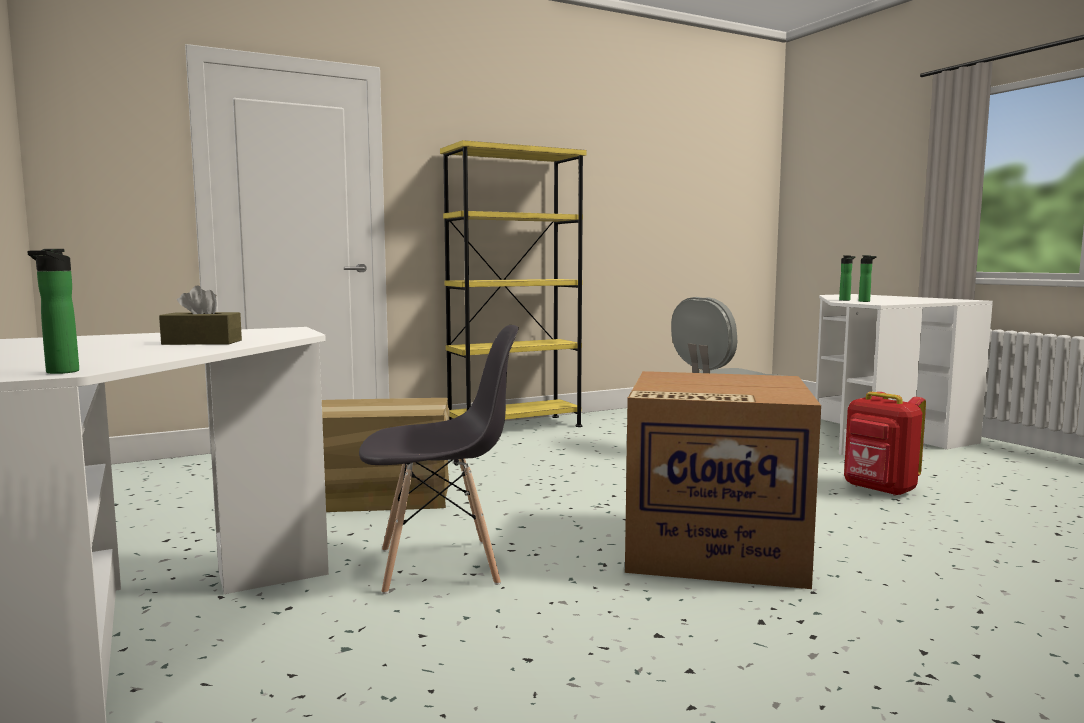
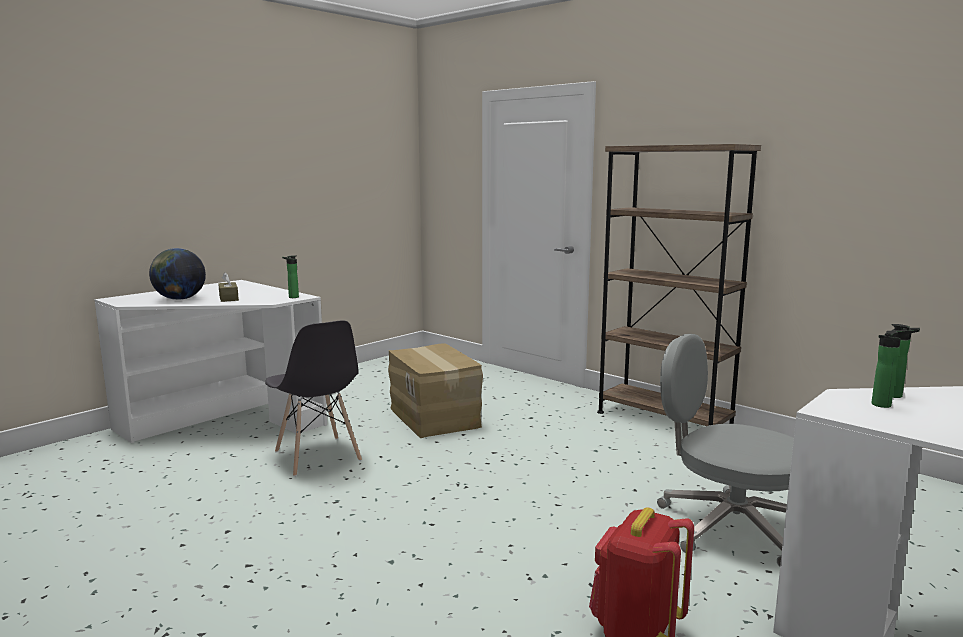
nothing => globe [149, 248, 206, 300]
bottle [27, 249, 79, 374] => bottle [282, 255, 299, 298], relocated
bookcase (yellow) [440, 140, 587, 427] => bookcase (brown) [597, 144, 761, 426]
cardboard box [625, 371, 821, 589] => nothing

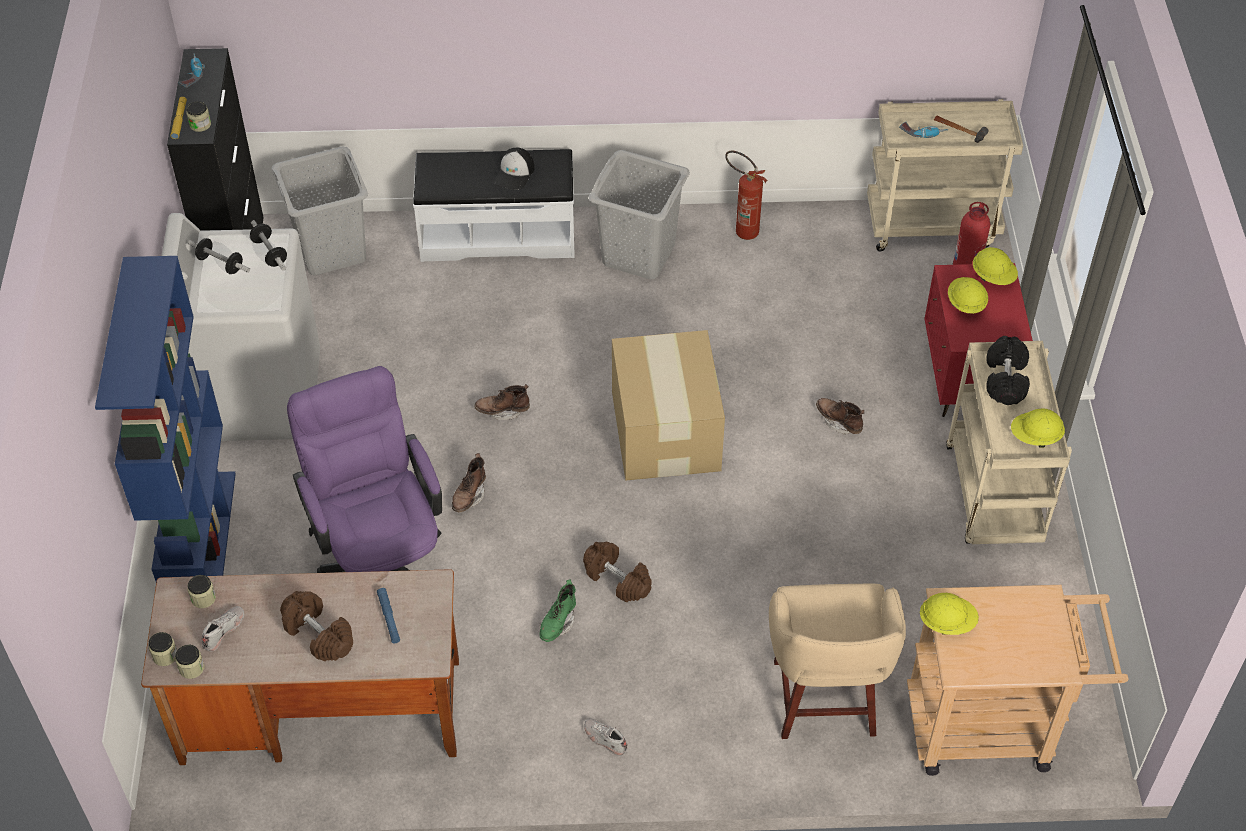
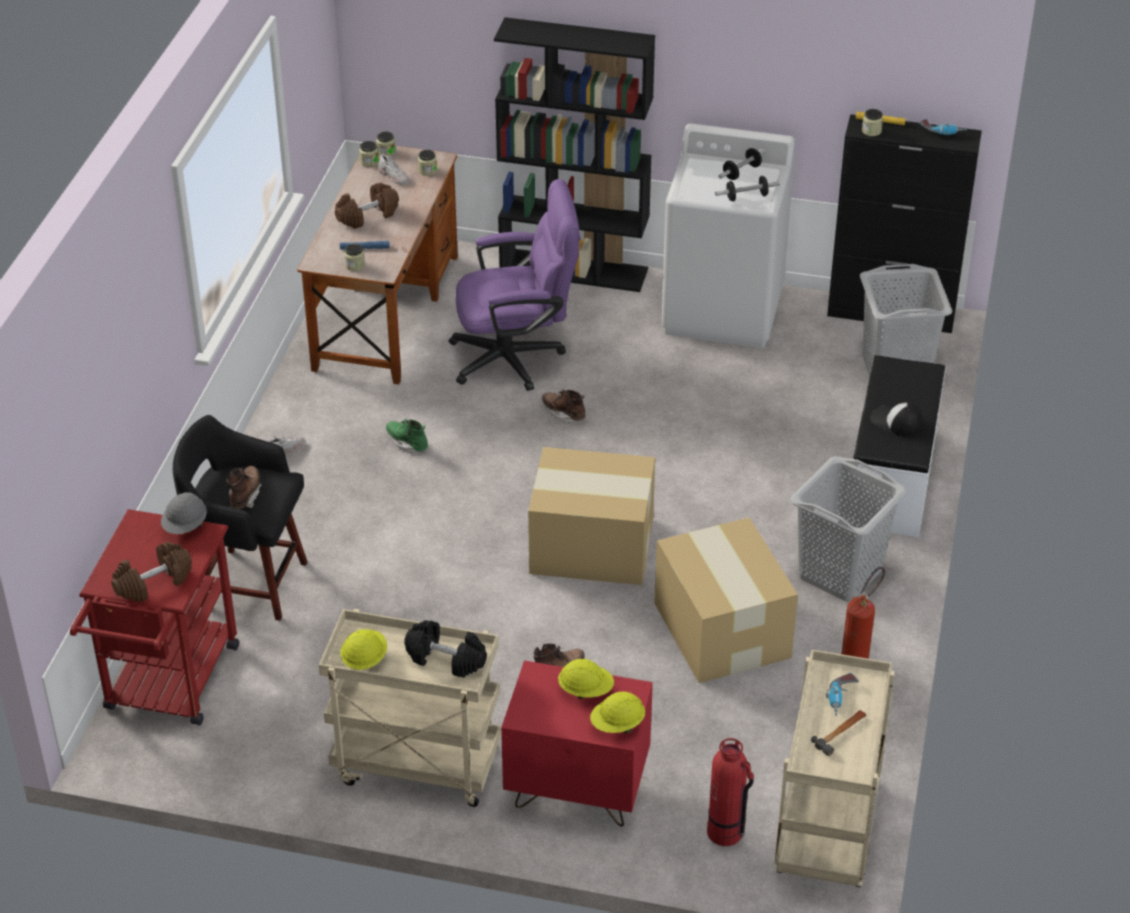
cart (beige) [907, 585, 1128, 776] => cart (red) [70, 509, 239, 725]
dumbbell (brown) [583, 542, 652, 602] => dumbbell (brown) [111, 542, 192, 602], relocated
hard hat (yellow) [920, 593, 979, 635] => hard hat (grey) [161, 492, 207, 534]
stool (beige) [769, 584, 906, 739] => stool (black) [173, 415, 307, 621]
boot (brown) [475, 384, 530, 420] => boot (brown) [226, 466, 262, 509], relocated
nothing => jar [344, 244, 365, 271]
bookcase (blue) [95, 256, 236, 581] => bookcase (black) [494, 17, 655, 292]
nothing => cardboard box [654, 517, 798, 683]

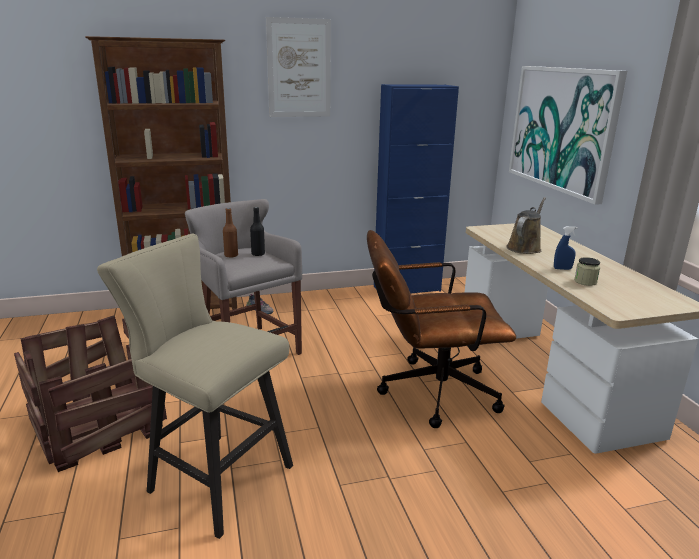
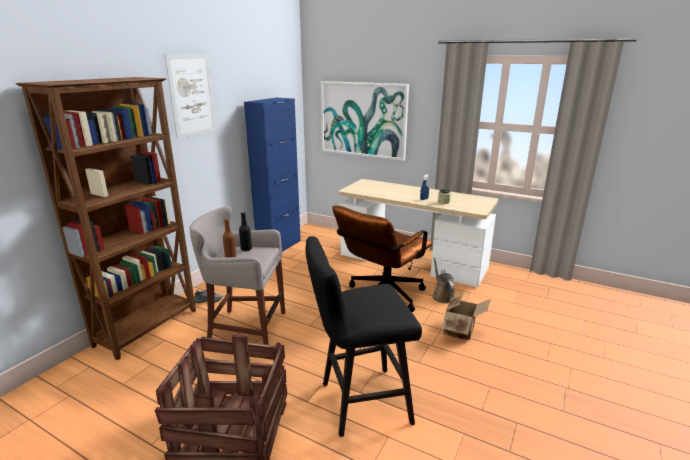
stool (beige) [97, 234, 293, 539] => stool (black) [306, 236, 422, 437]
watering can (brown) [506, 197, 546, 254] => watering can (brown) [432, 258, 455, 303], relocated
nothing => cardboard box [442, 293, 491, 340]

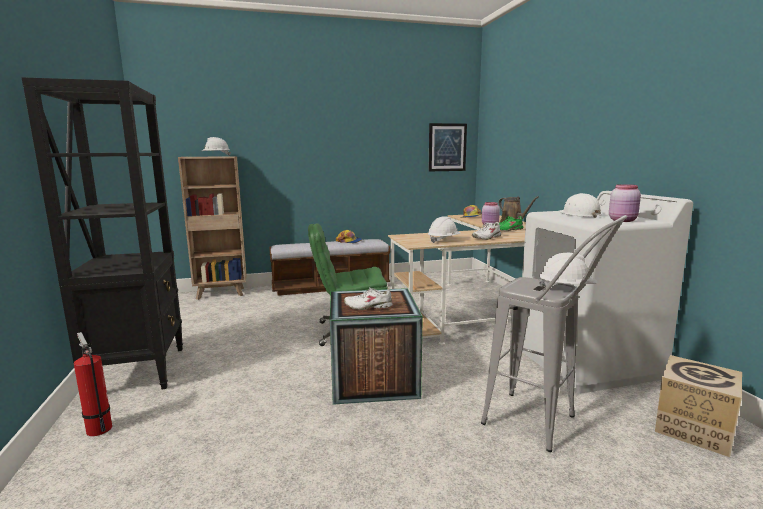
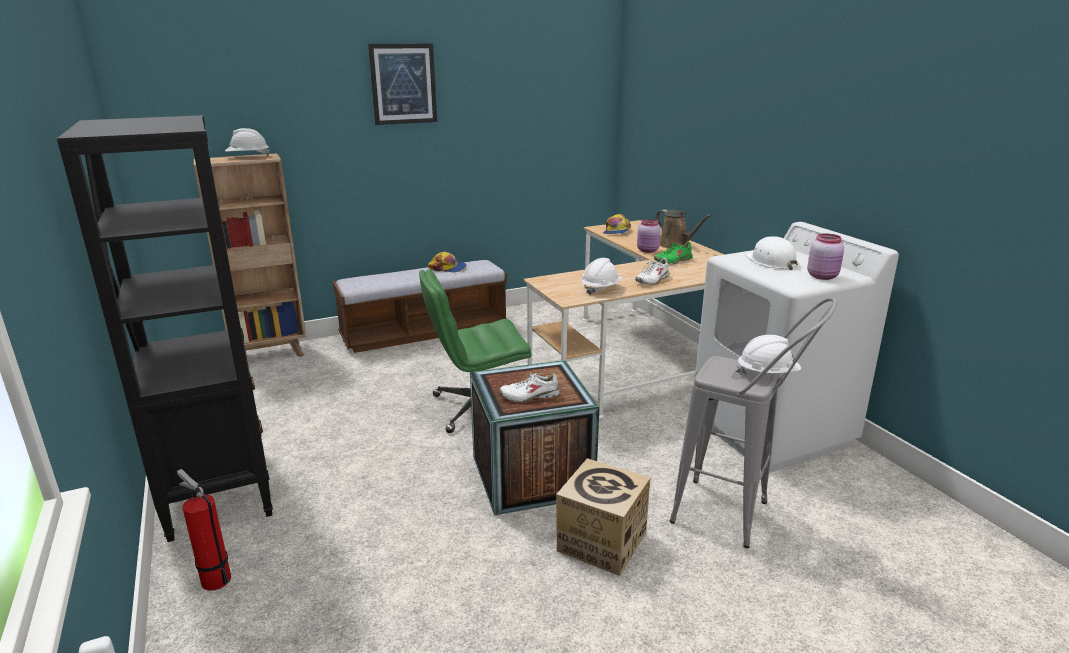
picture [428, 123, 467, 171] => picture [368, 43, 437, 125], relocated
cardboard box [655, 355, 742, 457] => cardboard box [556, 458, 650, 576], relocated

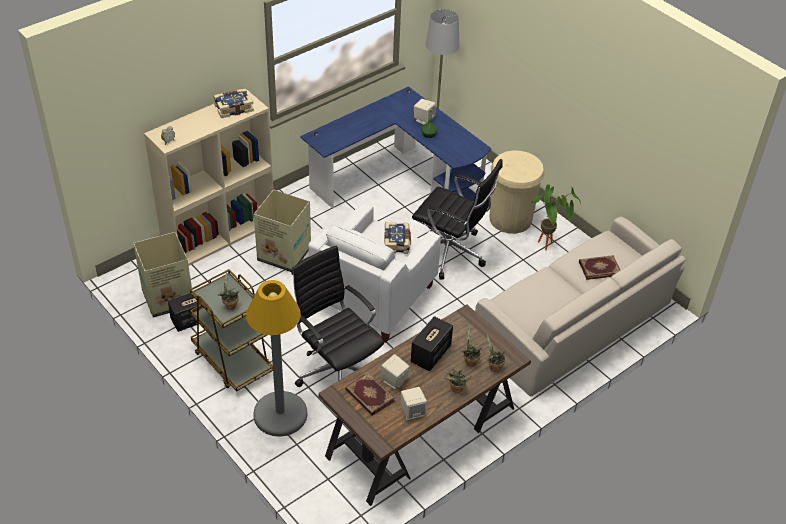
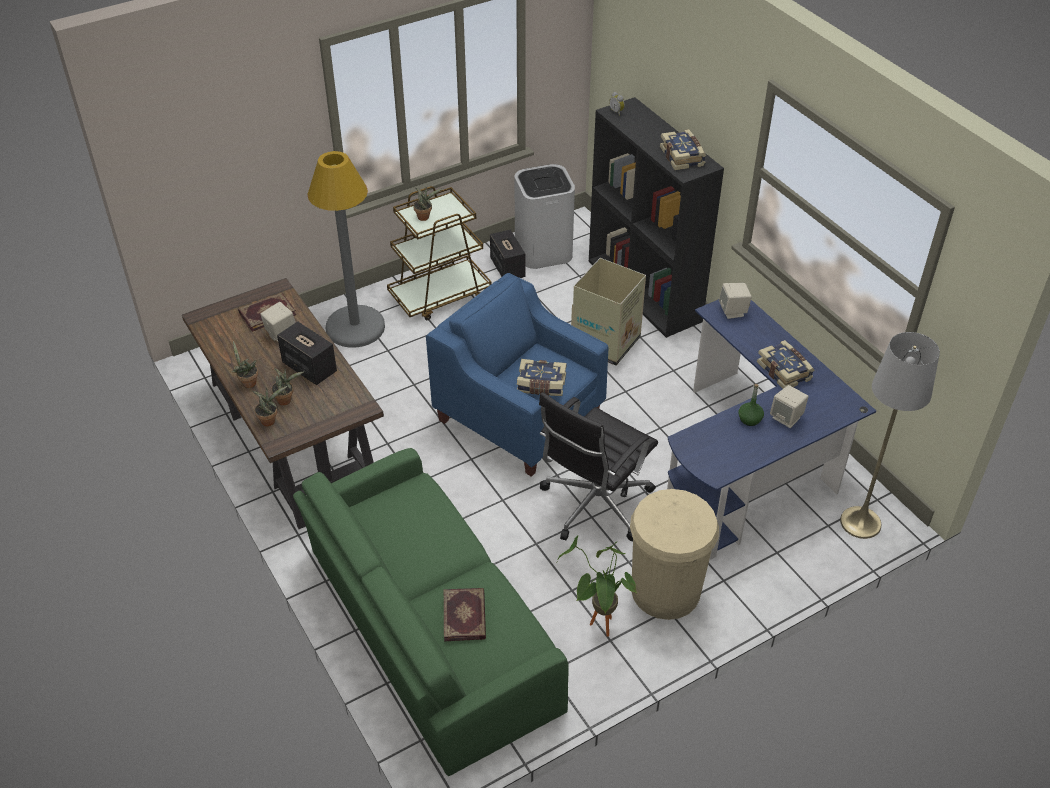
sofa (beige) [475, 217, 686, 397] => sofa (green) [293, 448, 568, 776]
armchair (white) [308, 202, 441, 342] => armchair (blue) [426, 273, 608, 477]
cardboard box [133, 232, 192, 318] => trash can (white) [514, 164, 575, 269]
bookcase (beige) [144, 90, 273, 266] => bookcase (black) [589, 97, 724, 338]
speaker (beige) [401, 387, 427, 420] => speaker (beige) [719, 283, 752, 319], relocated
nothing => book [757, 340, 814, 389]
office chair (black) [292, 246, 384, 387] => nothing

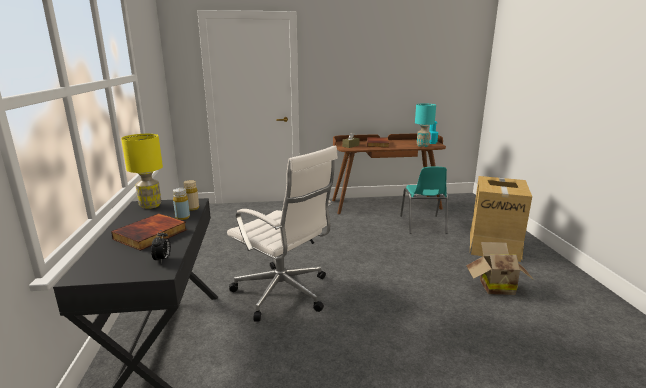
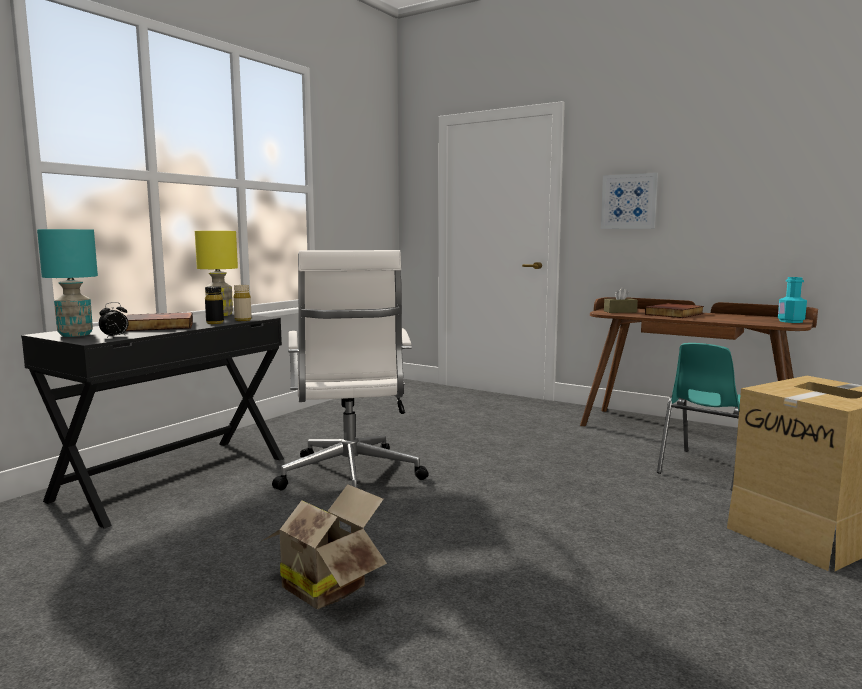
table lamp (turquoise) [415, 103, 436, 147] => table lamp (turquoise) [37, 229, 98, 337], relocated
bottle (yellow) [173, 188, 190, 220] => bottle (black) [205, 286, 224, 324]
cardboard box [466, 242, 535, 295] => cardboard box [262, 484, 387, 609], relocated
nothing => picture [601, 173, 658, 229]

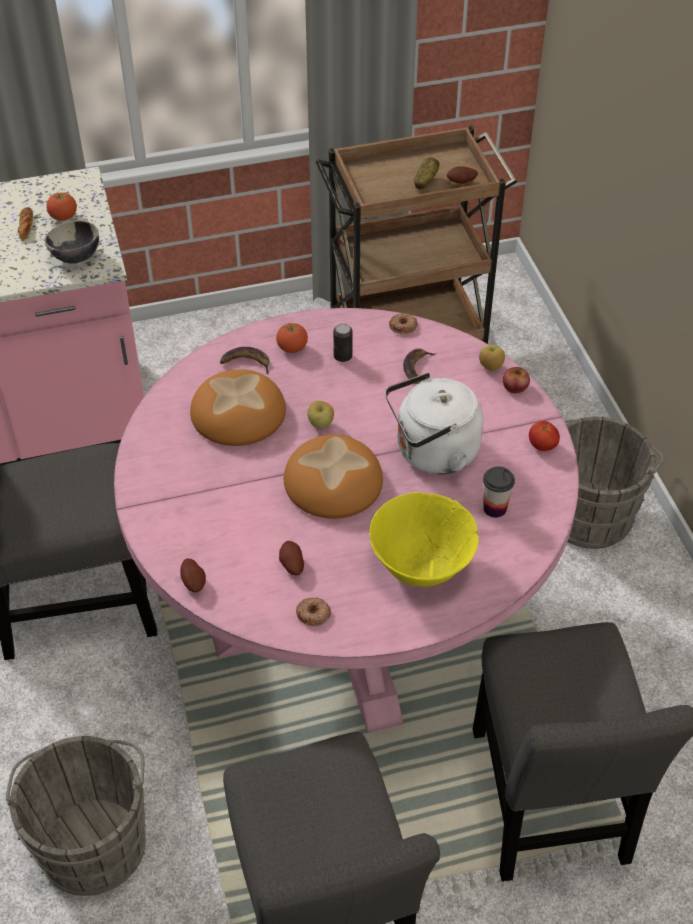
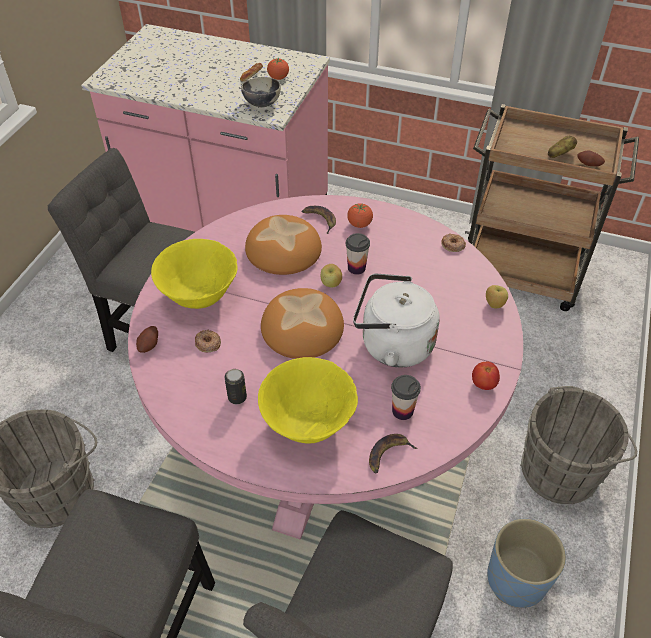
nothing => bowl (yellow) [151, 239, 238, 309]
donut [296, 597, 331, 627] => donut [195, 330, 221, 352], relocated
can [333, 324, 353, 362] => can [225, 369, 247, 404], relocated
nothing => cup [346, 233, 370, 275]
banana [403, 348, 436, 384] => banana [369, 434, 418, 473], relocated
nothing => planter (blue) [487, 519, 566, 608]
potato [279, 541, 304, 575] => nothing
apple [503, 367, 530, 394] => nothing

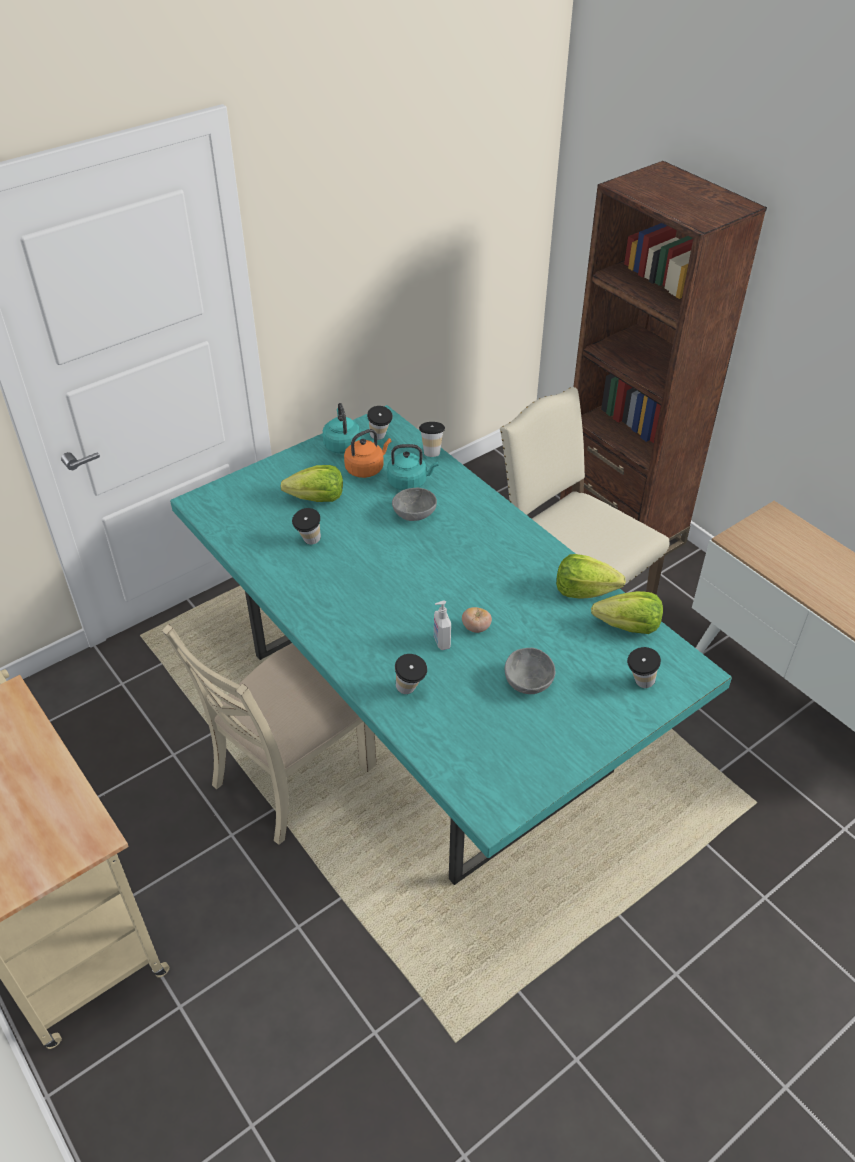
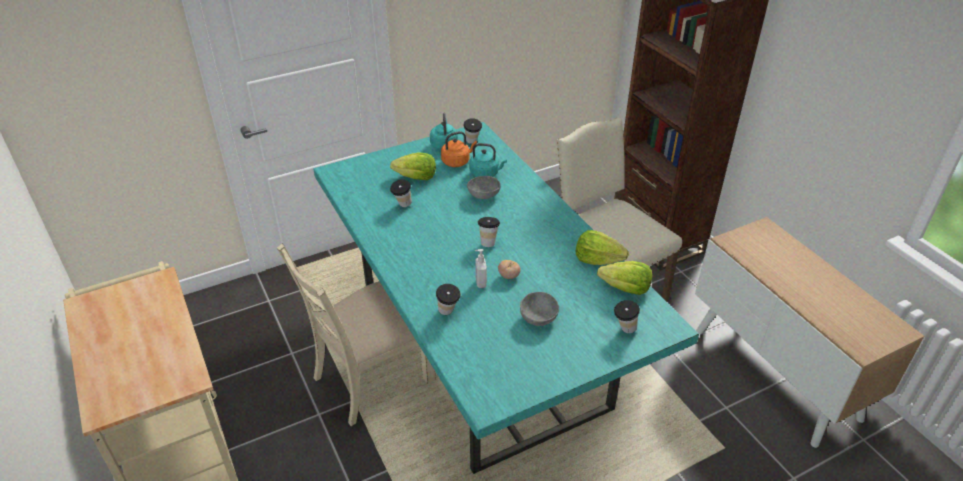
cup [419, 422, 445, 457] => cup [478, 217, 500, 247], relocated

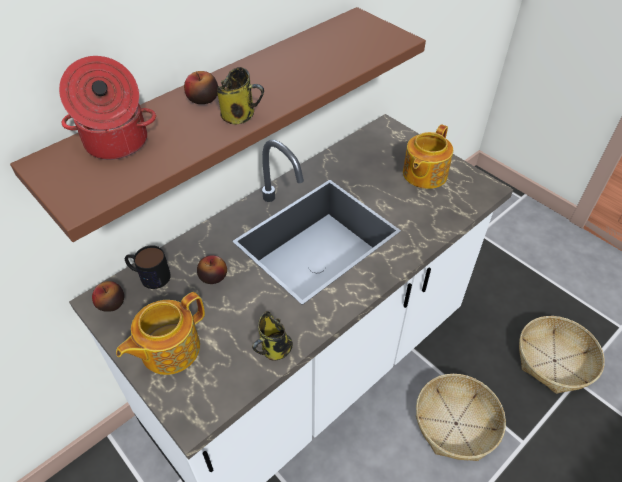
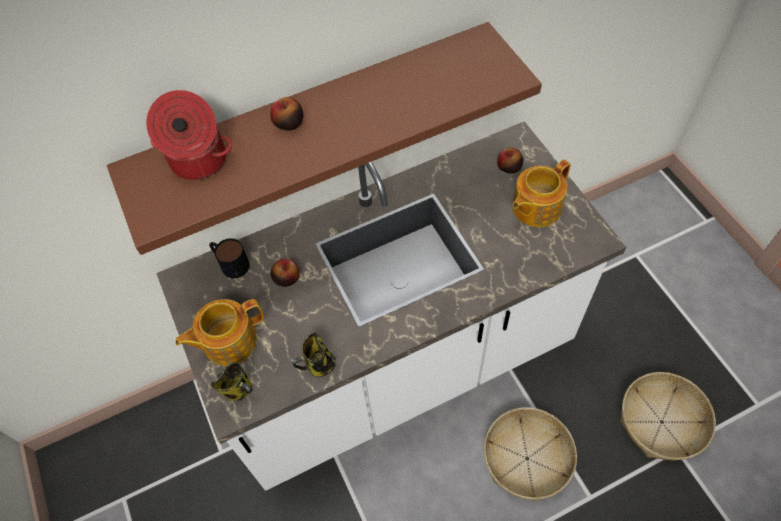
mug [217, 67, 264, 125] => mug [211, 362, 253, 401], relocated
apple [92, 281, 124, 312] => apple [497, 147, 523, 173], relocated

